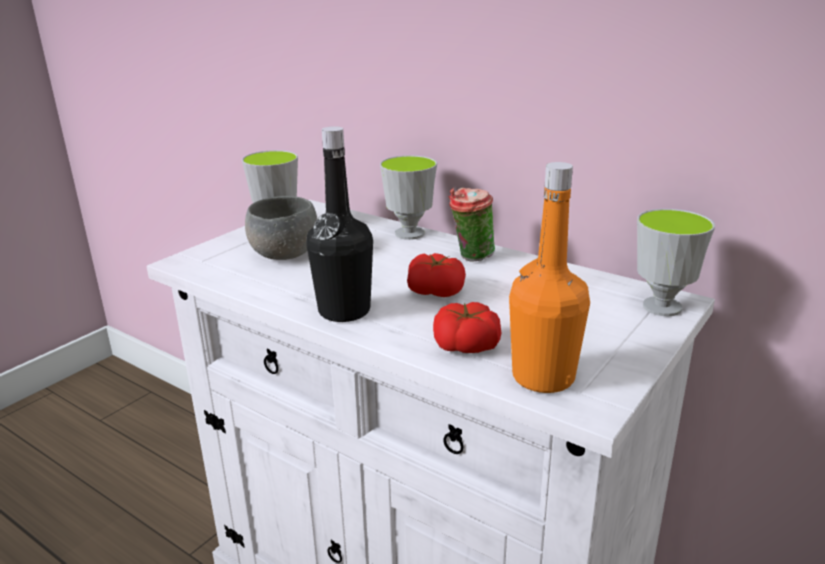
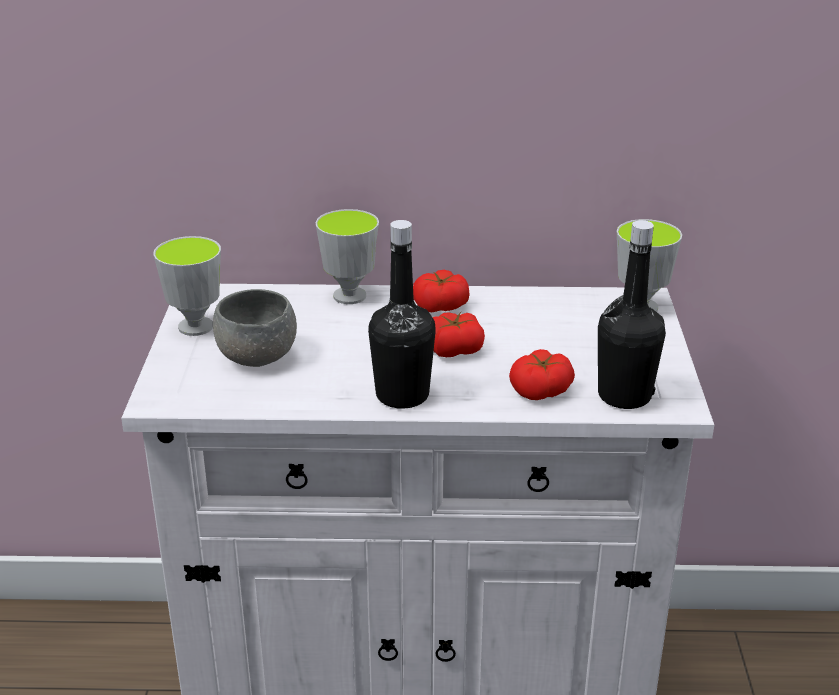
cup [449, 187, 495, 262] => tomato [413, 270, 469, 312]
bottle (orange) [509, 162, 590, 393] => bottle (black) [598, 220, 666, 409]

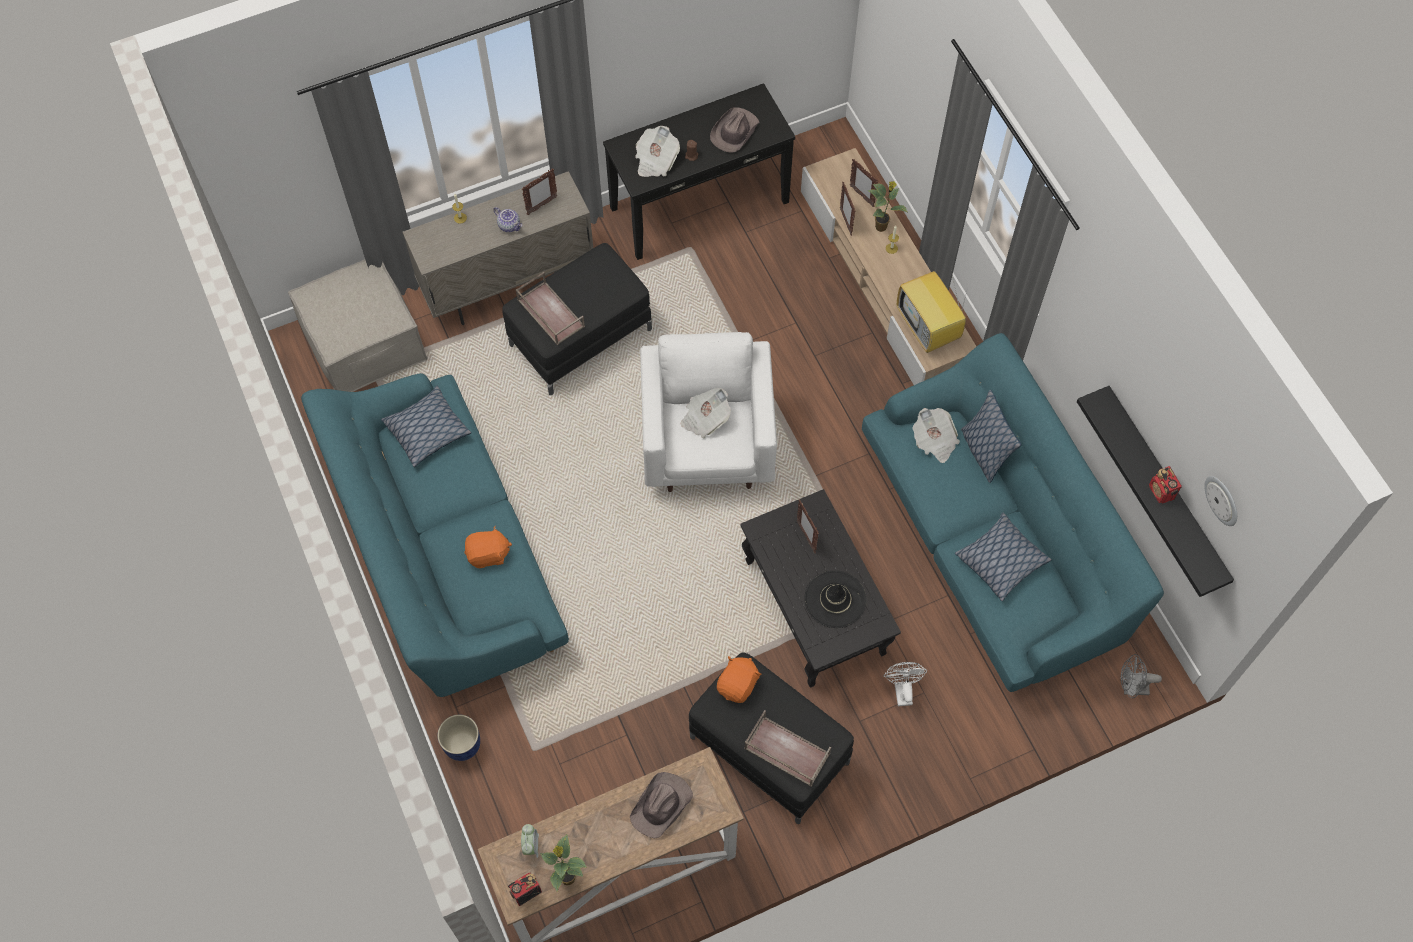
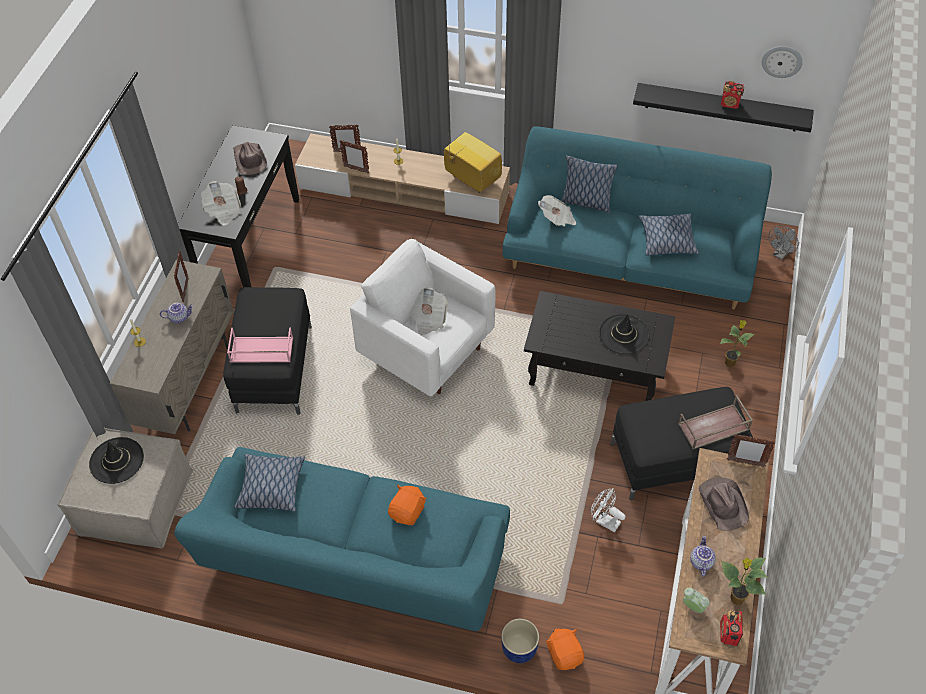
nothing => hat (black) [89, 437, 144, 484]
tray (brown) [516, 272, 585, 345] => tray (pink) [227, 328, 293, 362]
television [897, 271, 967, 353] => television [444, 132, 502, 193], 150 degrees counterclockwise
plush toy (orange) [717, 656, 762, 703] => plush toy (orange) [546, 628, 584, 670], relocated
fan (white) [883, 662, 927, 706] => fan (white) [591, 488, 626, 532], relocated
nothing => teapot [690, 536, 716, 577]
potted plant [867, 181, 907, 232] => potted plant [720, 320, 755, 367], relocated
picture frame [797, 499, 819, 553] => picture frame [727, 434, 775, 467], relocated

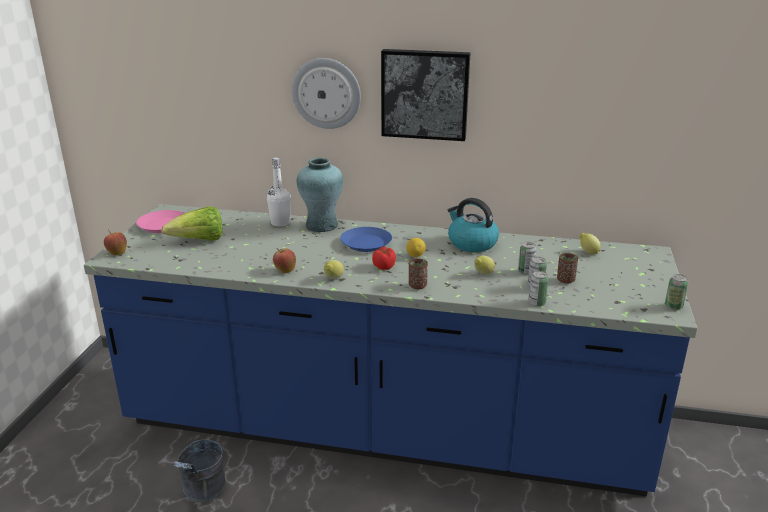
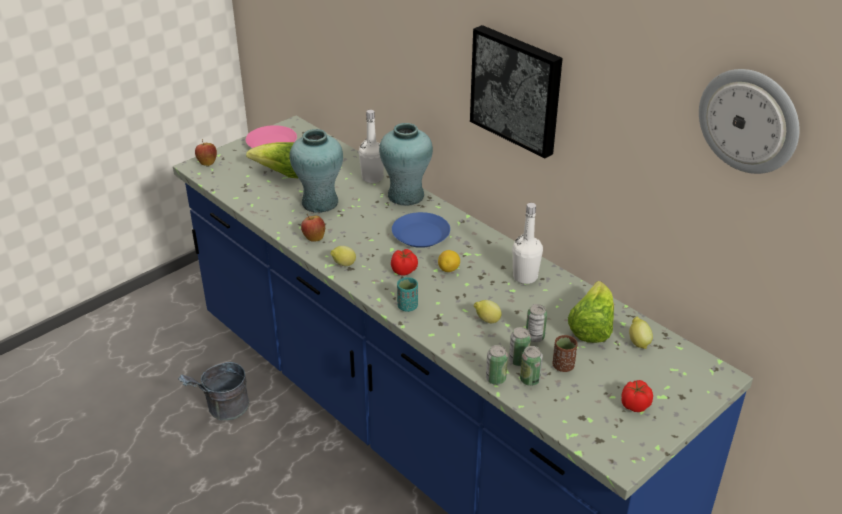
nothing => vase (turquoise) [289, 129, 343, 213]
cup (brown) [409, 259, 428, 289] => cup (turquoise) [397, 277, 418, 312]
kettle [448, 198, 499, 252] => bottle (white) [512, 203, 543, 284]
can [665, 274, 688, 310] => can [520, 346, 543, 386], relocated
nothing => lettuce [568, 281, 614, 343]
nothing => tomato [621, 380, 653, 412]
wall clock [292, 58, 361, 129] => wall clock [699, 69, 800, 174], relocated

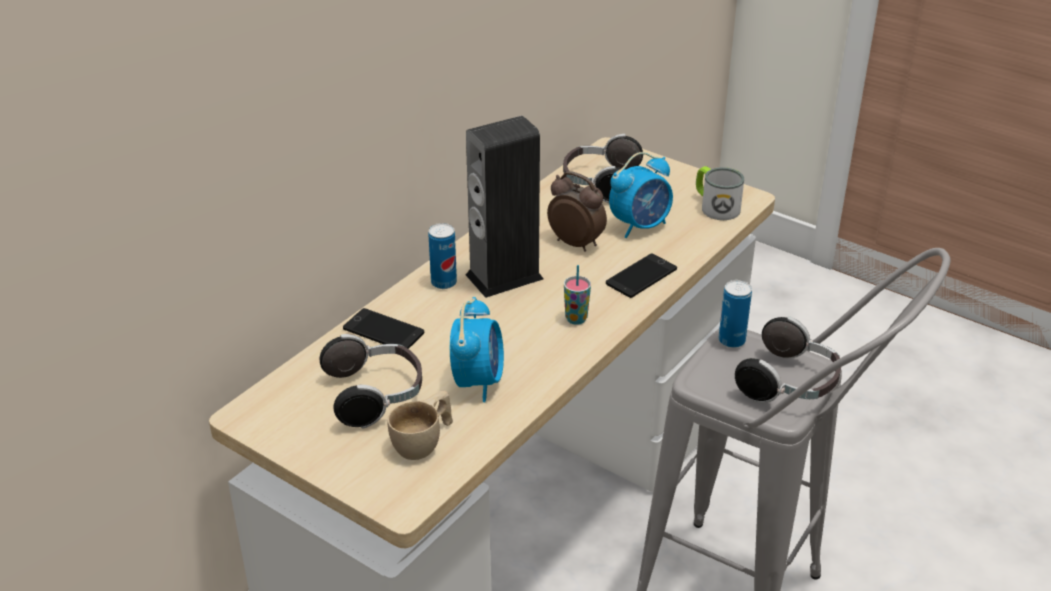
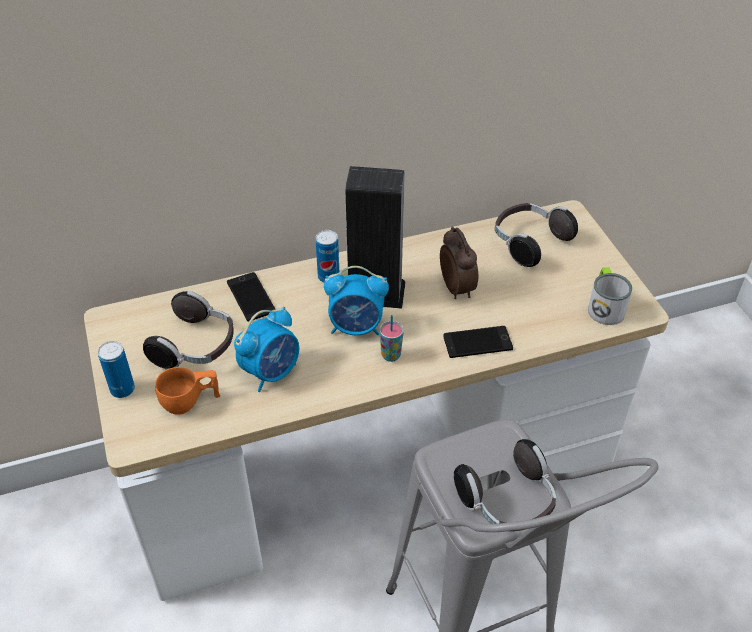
can [719, 280, 752, 348] => can [98, 341, 135, 398], relocated
cup (beige) [387, 391, 453, 460] => cup (orange) [155, 367, 220, 415]
alarm clock [609, 152, 673, 238] => alarm clock [324, 266, 389, 335], relocated

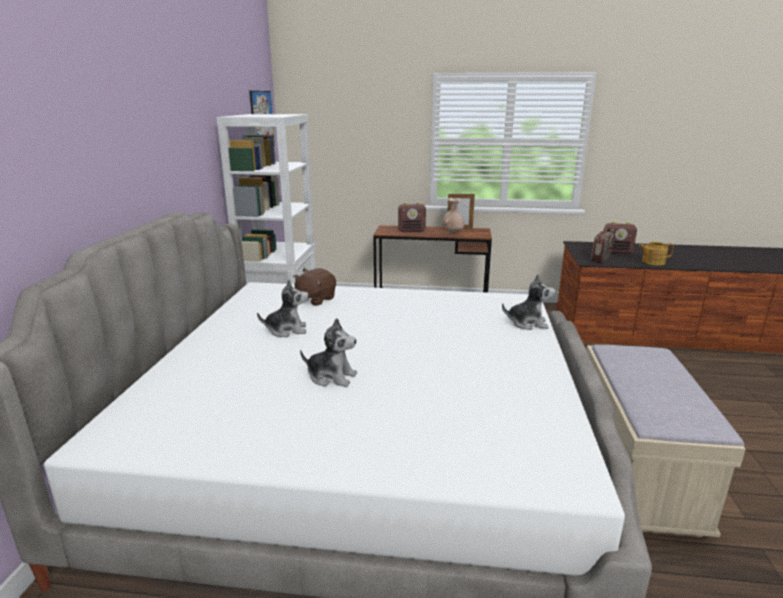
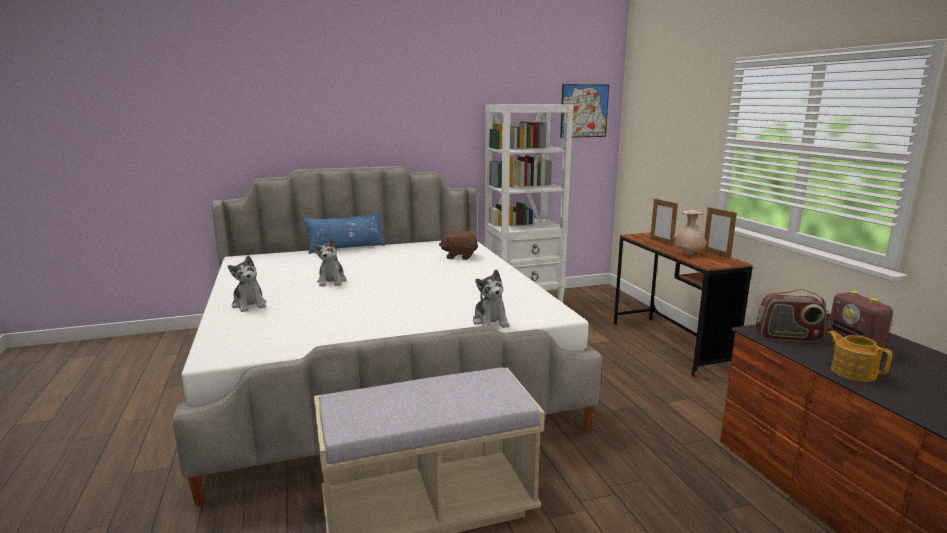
plush toy [257, 279, 309, 337] => plush toy [228, 256, 266, 312], relocated
nothing => pillow (blue) [303, 212, 385, 254]
radio [398, 202, 426, 232] => picture frame [650, 199, 678, 246]

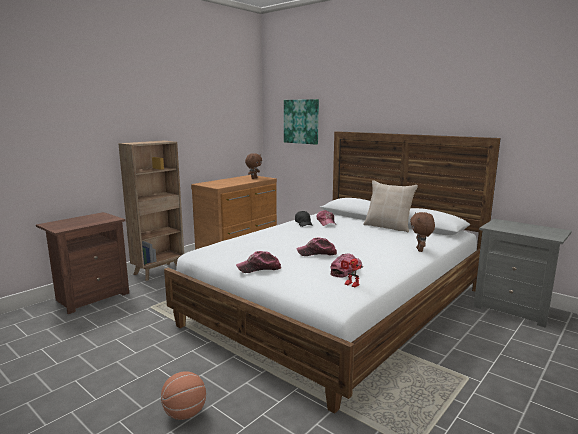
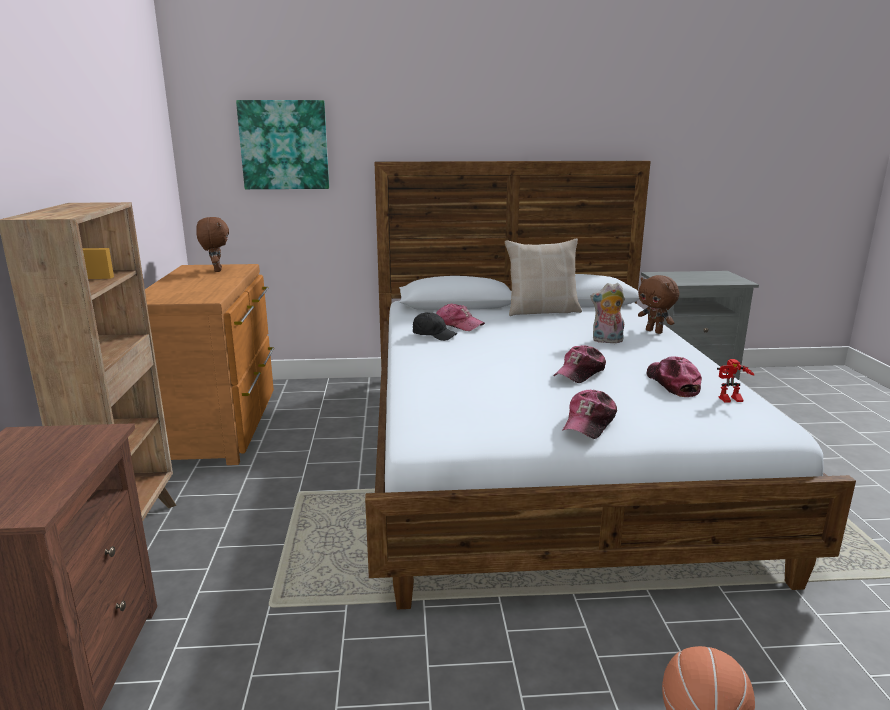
nothing => plush toy [590, 283, 625, 343]

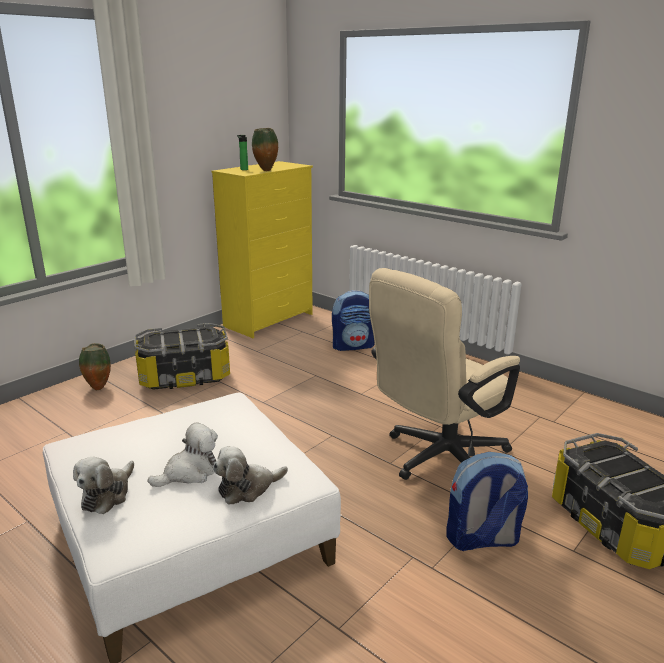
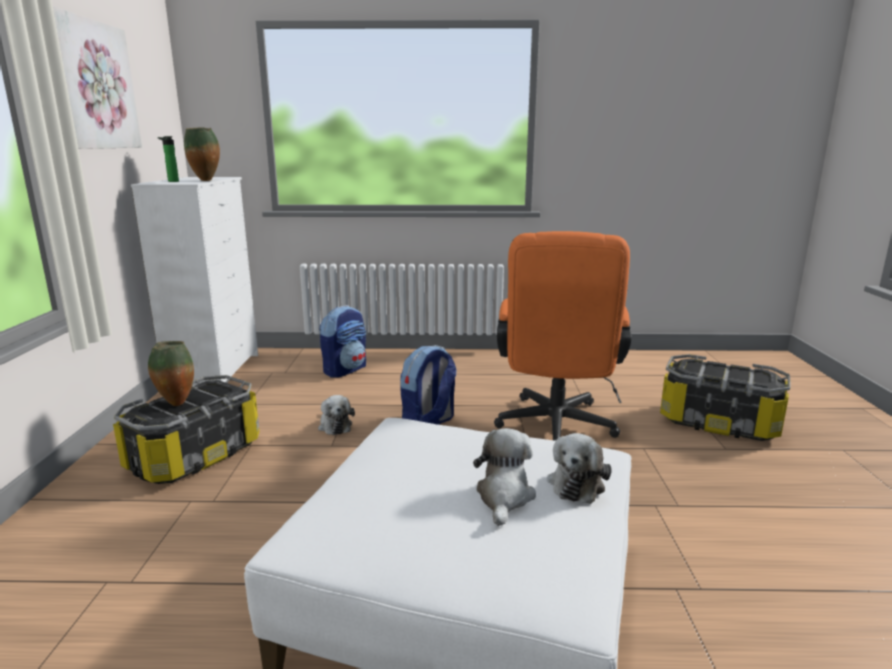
nothing => picture [53, 6, 142, 149]
dresser (yellow) [212, 161, 313, 338] => dresser (white) [131, 177, 258, 387]
vase [79, 343, 111, 390] => vase [148, 341, 194, 406], relocated
plush toy [73, 457, 134, 514] => plush toy [318, 395, 355, 435], relocated
backpack [446, 452, 528, 551] => backpack [400, 345, 456, 425], relocated
office chair (beige) [369, 268, 520, 480] => office chair (orange) [494, 231, 631, 441]

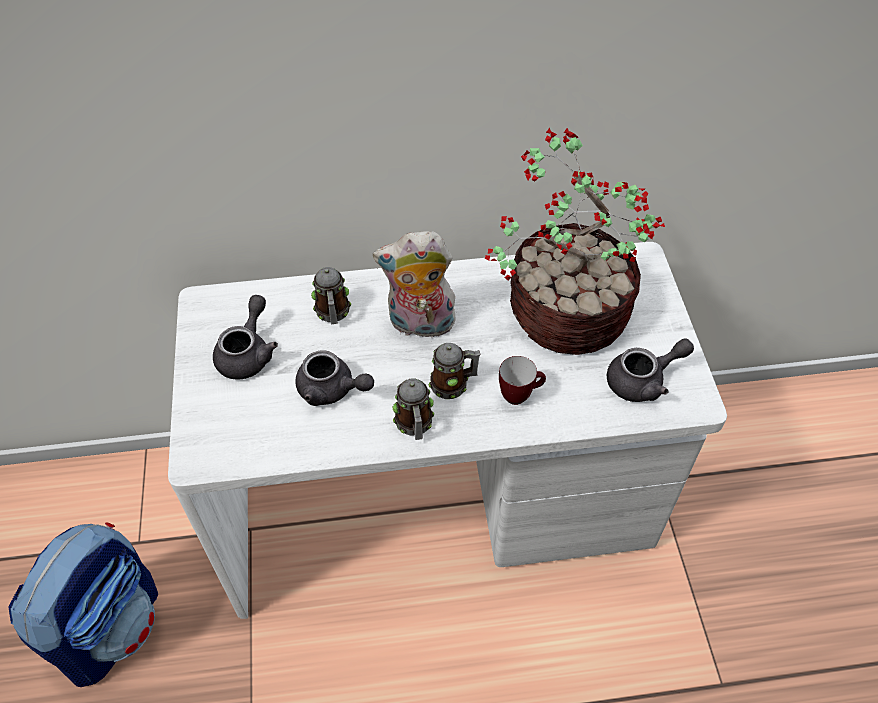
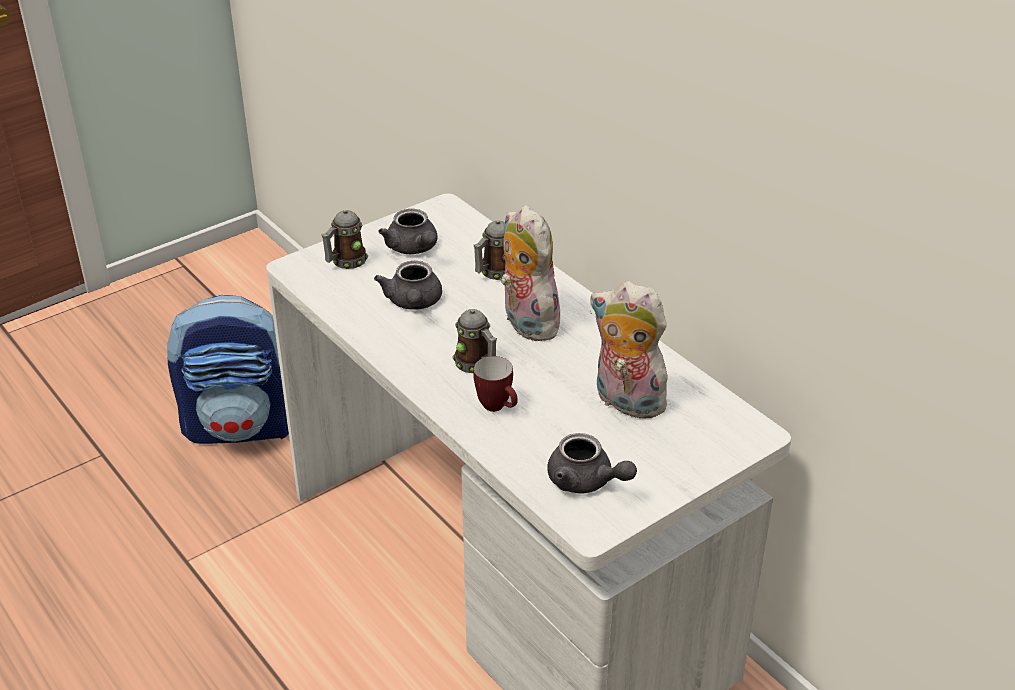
mug [393, 379, 434, 440] => mug [321, 210, 368, 269], relocated
teapot (grey) [213, 295, 278, 379] => teapot (grey) [379, 209, 437, 254], 75 degrees clockwise
potted plant [485, 128, 665, 355] => plush toy [591, 281, 673, 419]

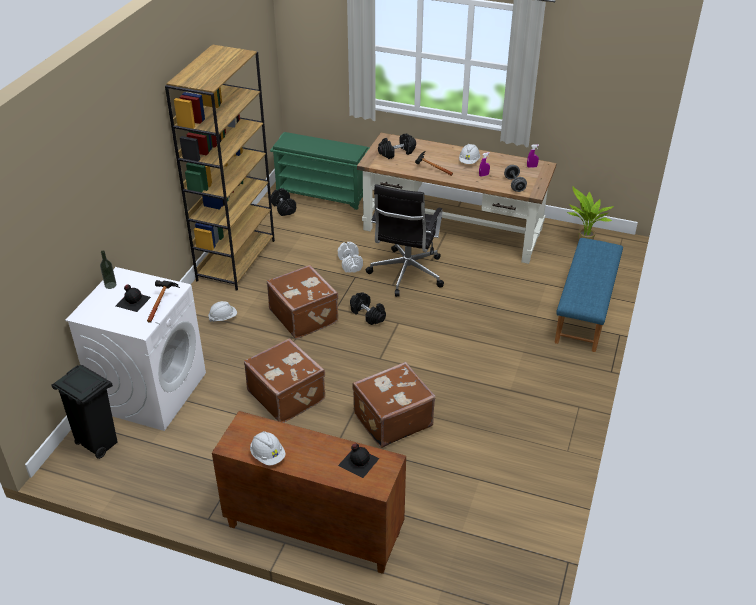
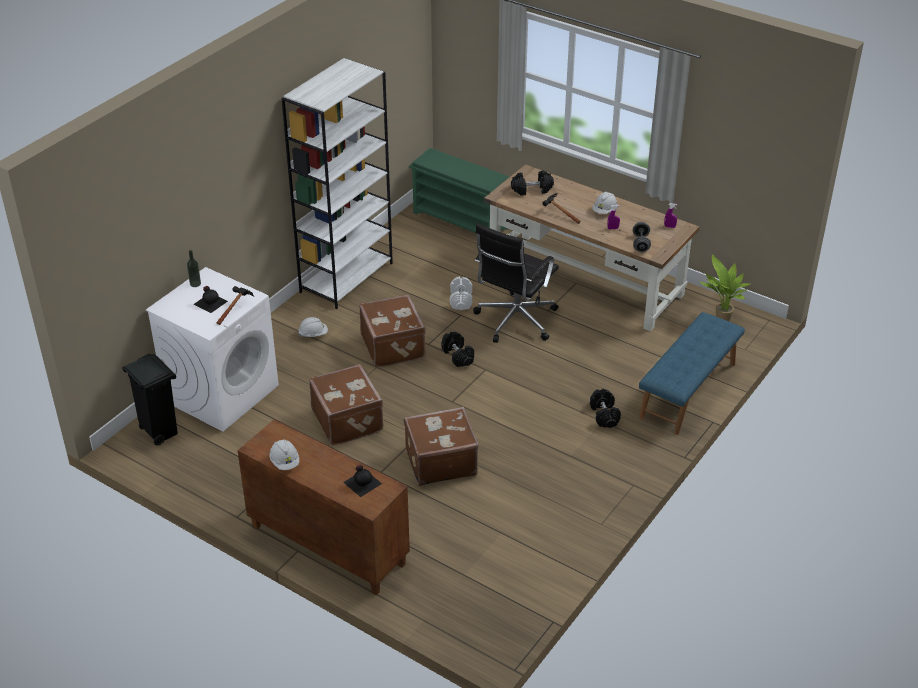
bookcase (brown) [165, 44, 275, 291] => bookcase (white) [281, 58, 393, 309]
dumbbell (black) [271, 188, 296, 216] => dumbbell (black) [590, 389, 621, 428], relocated

